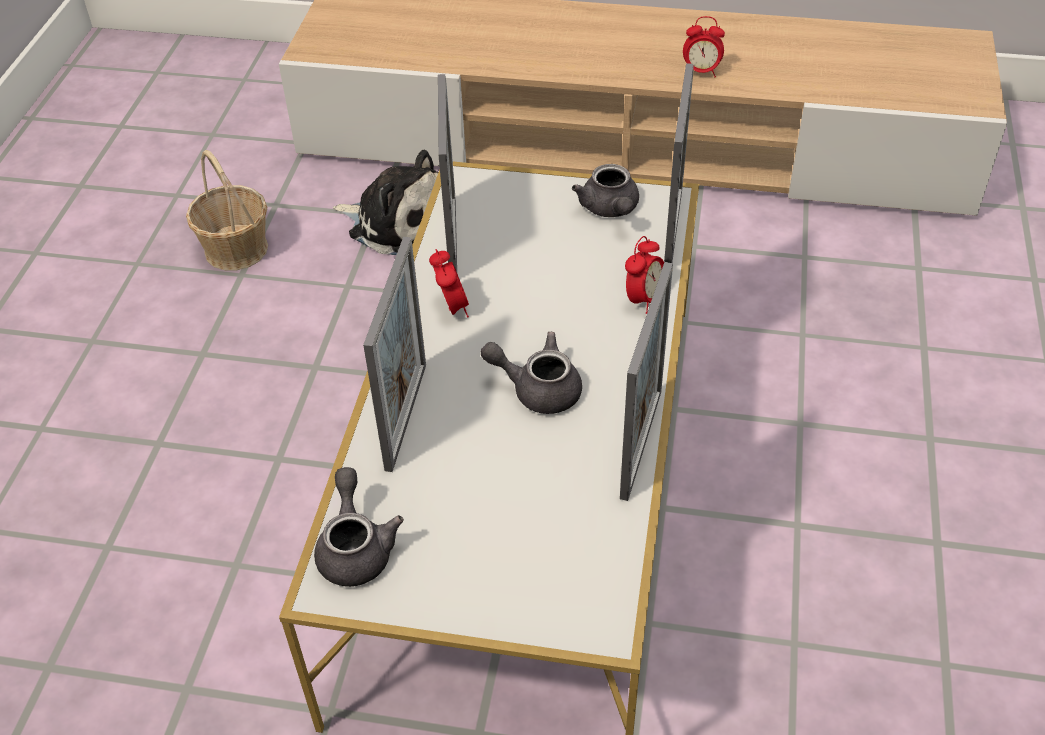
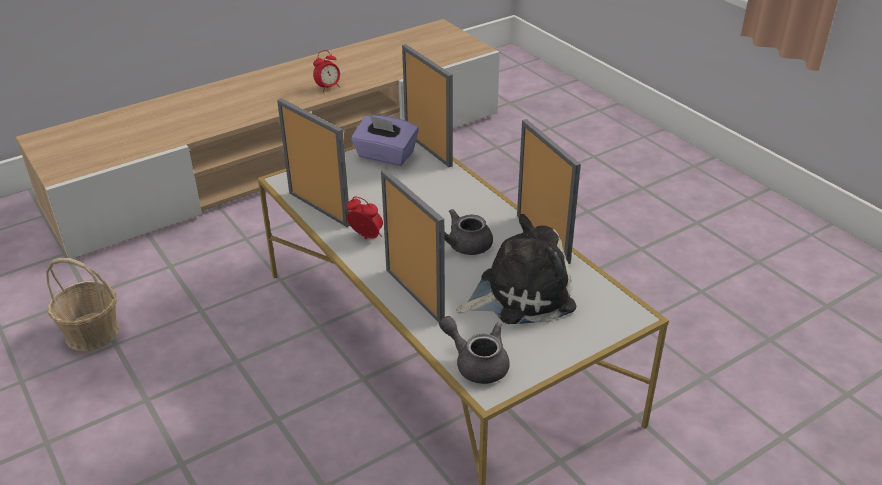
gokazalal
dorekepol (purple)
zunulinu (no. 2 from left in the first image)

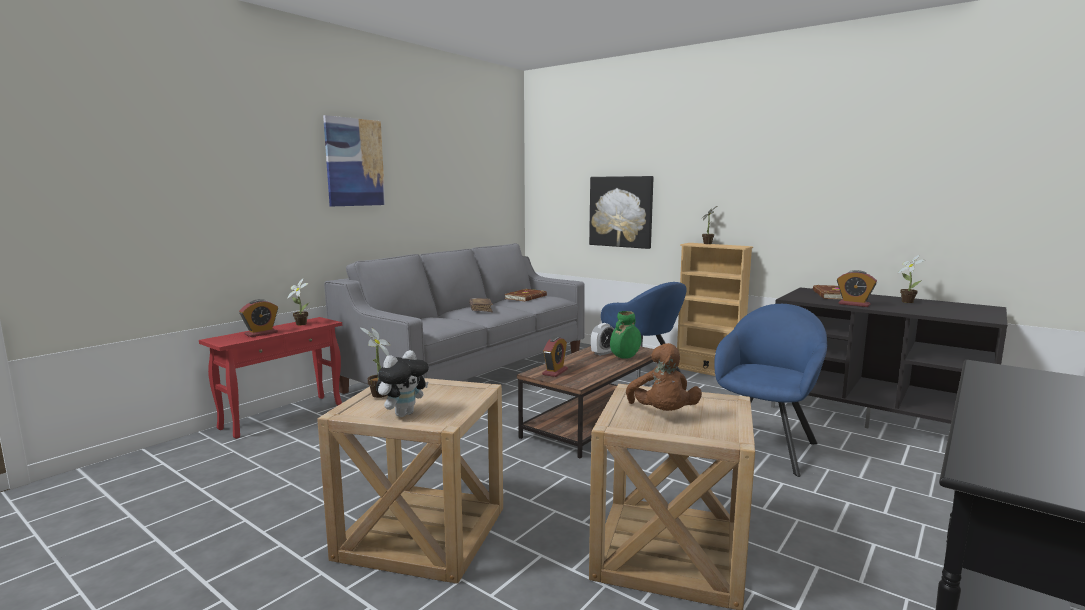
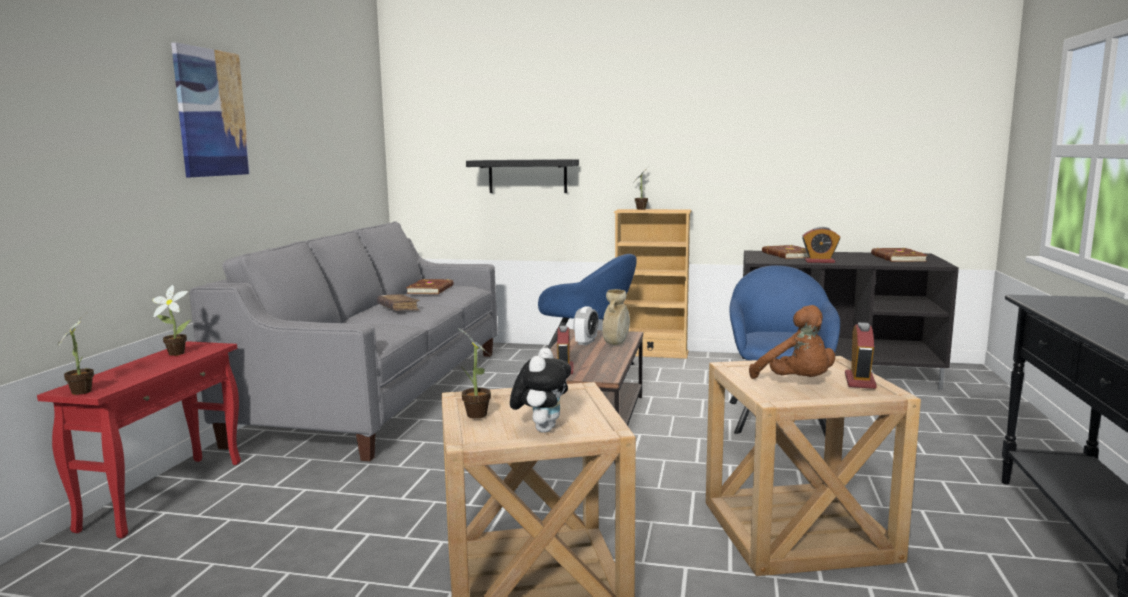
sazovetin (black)
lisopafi (no. 1 from left)
zunulinu (no. 4 from left)
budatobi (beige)
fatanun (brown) (no. 4 from left)

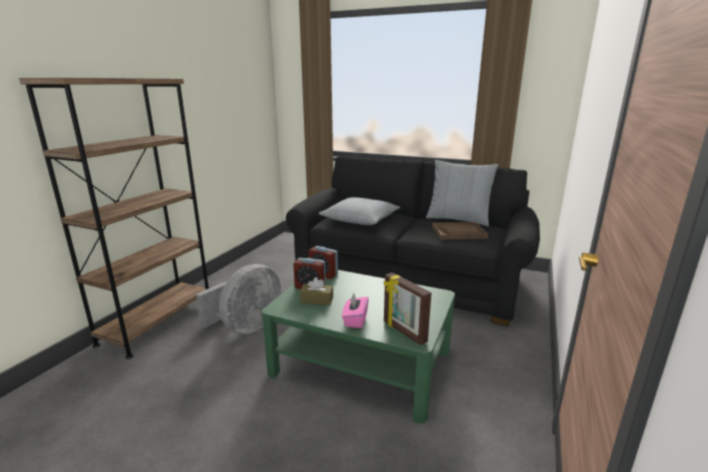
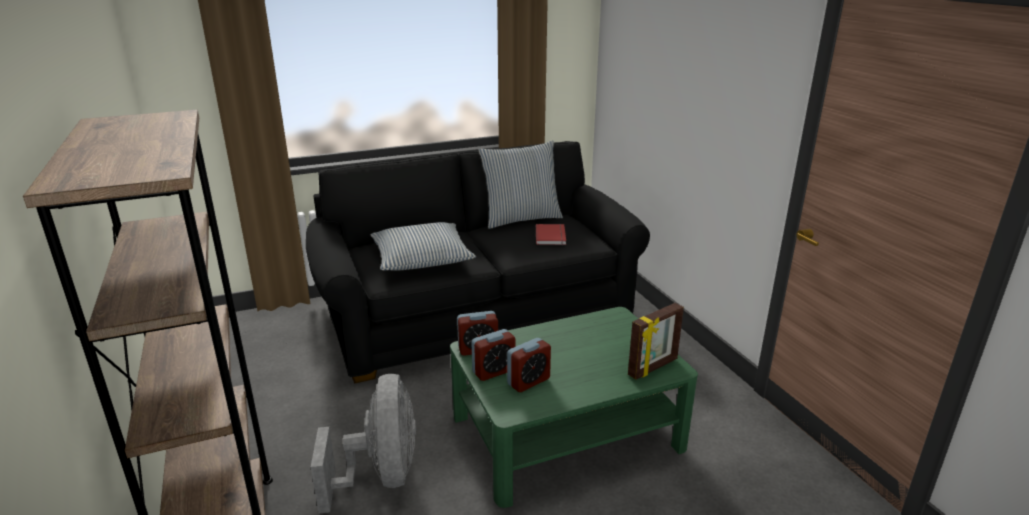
fatanun (red)
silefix
zunulinu (no. 3 from left)
dorekepol (pink)

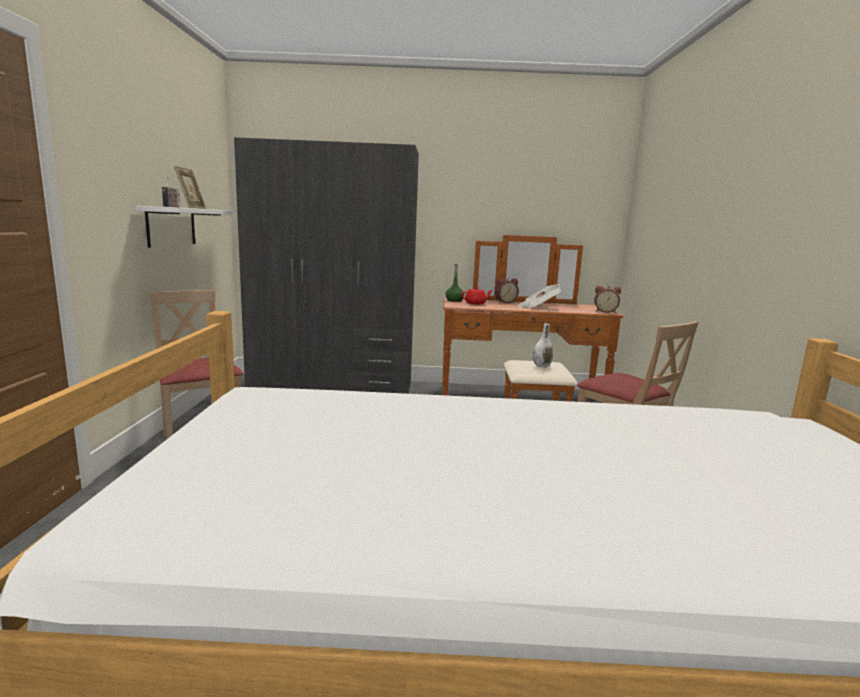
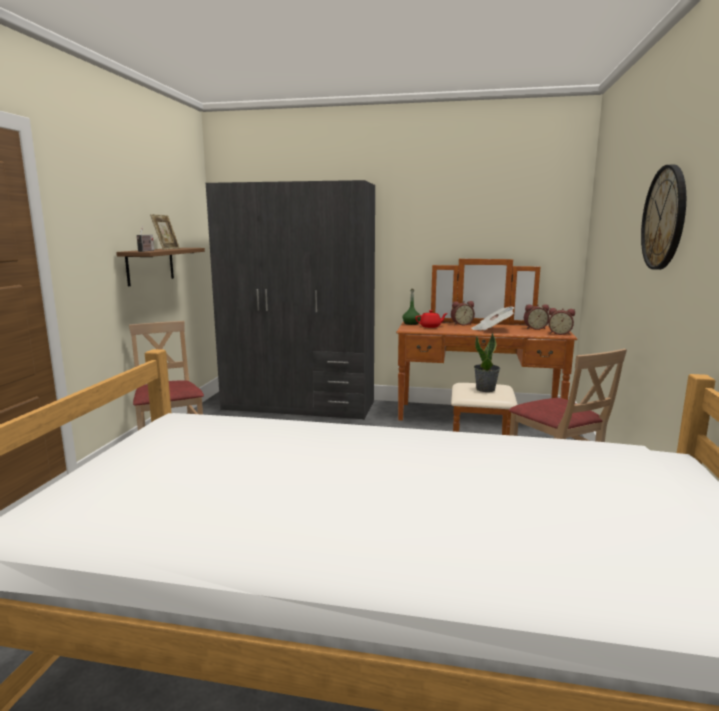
sazovetin (brown)
lisopafi
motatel
zunulinu (no. 2 from left)

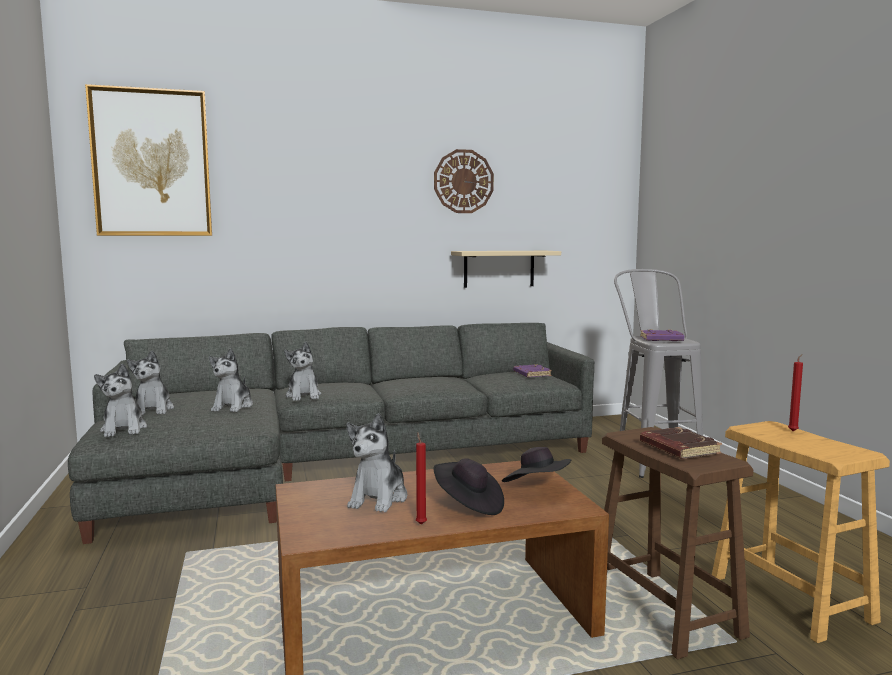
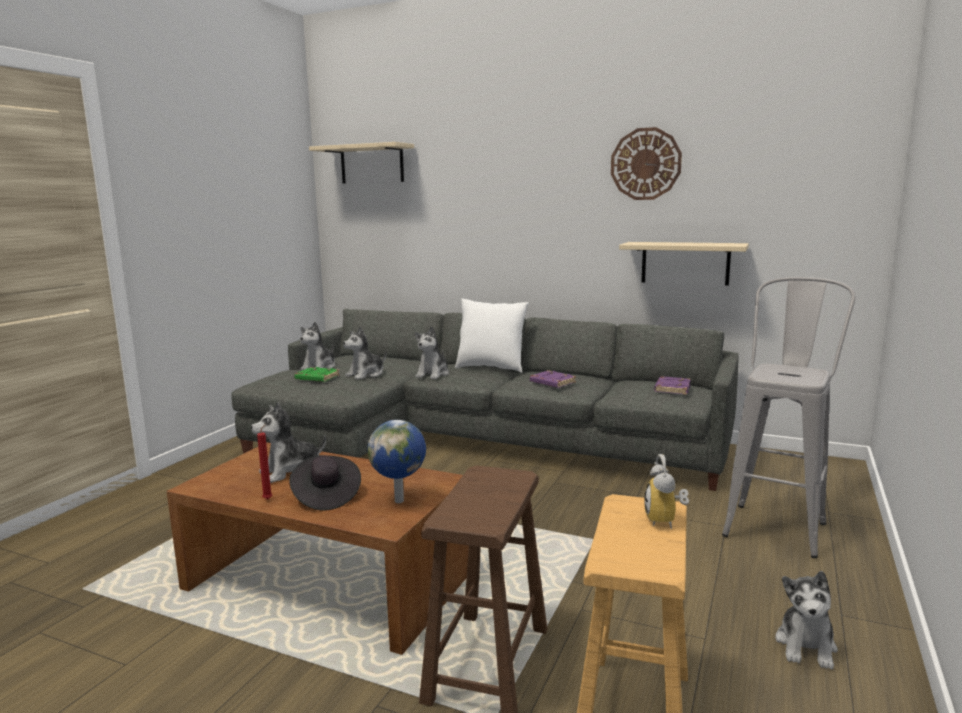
sazovetin (beige) (no. 1 from left)
fatanun (purple) (no. 1 from left)
zunulinu
gokazalal (no. 5 from left)
fatanun (brown)
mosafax
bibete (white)
fatanun (green)

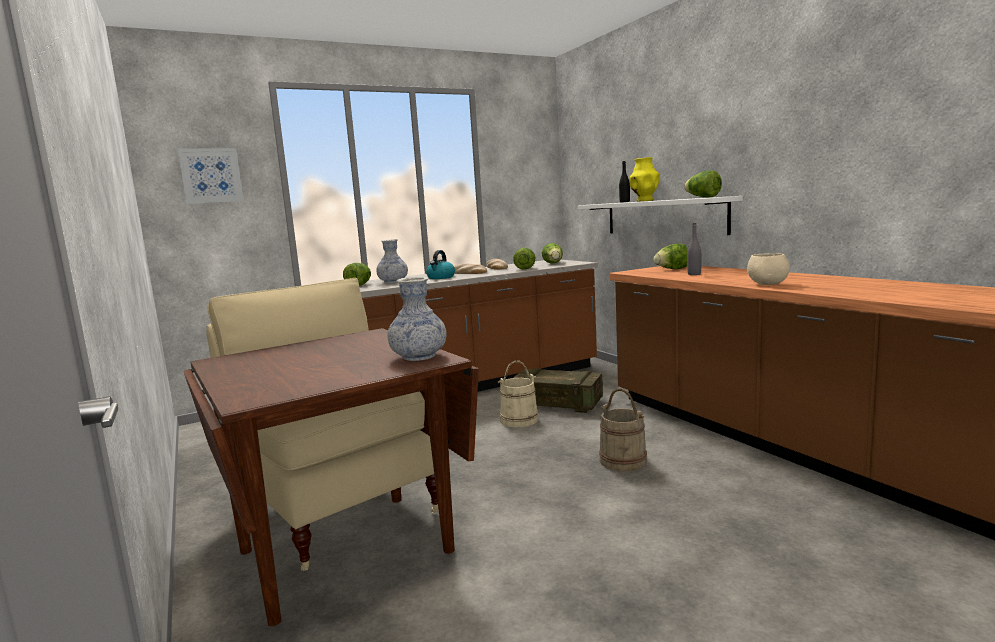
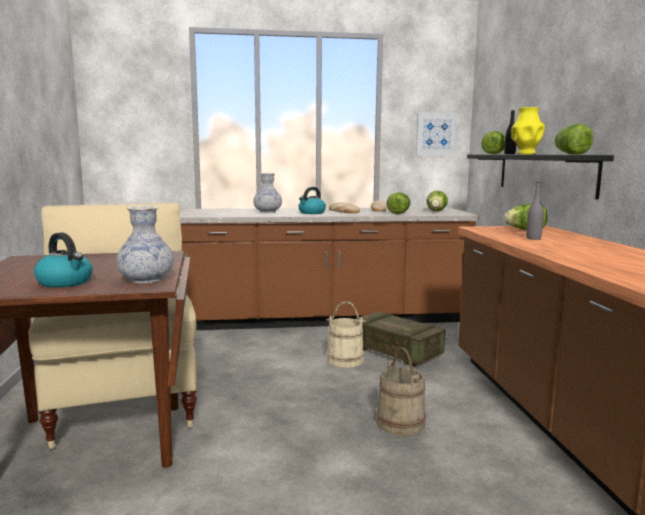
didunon
sazovetin (black)
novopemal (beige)
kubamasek (no. 3 from left)
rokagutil (no. 1 from left)

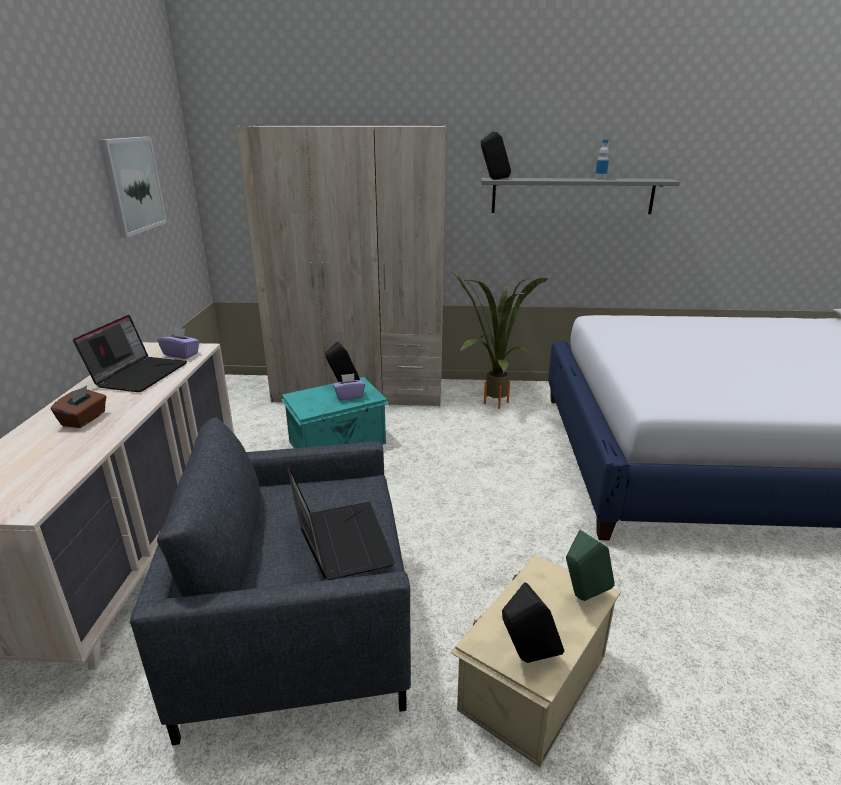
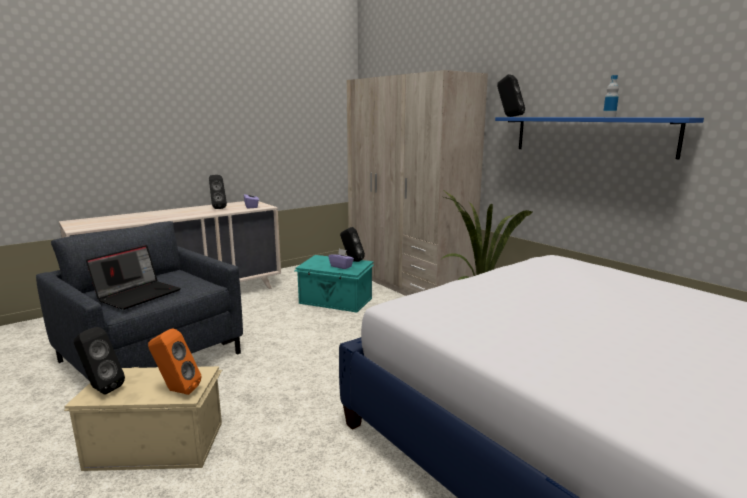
didunon
sazovetin (blue)
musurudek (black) (no. 2 from left)
dorekepol (brown)
musurudek (orange)

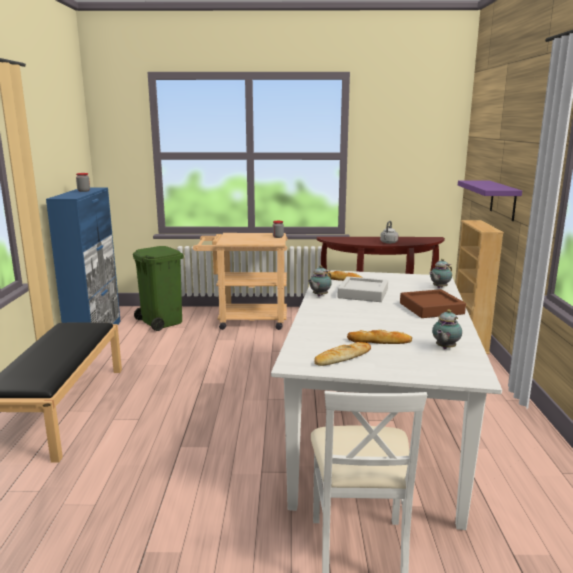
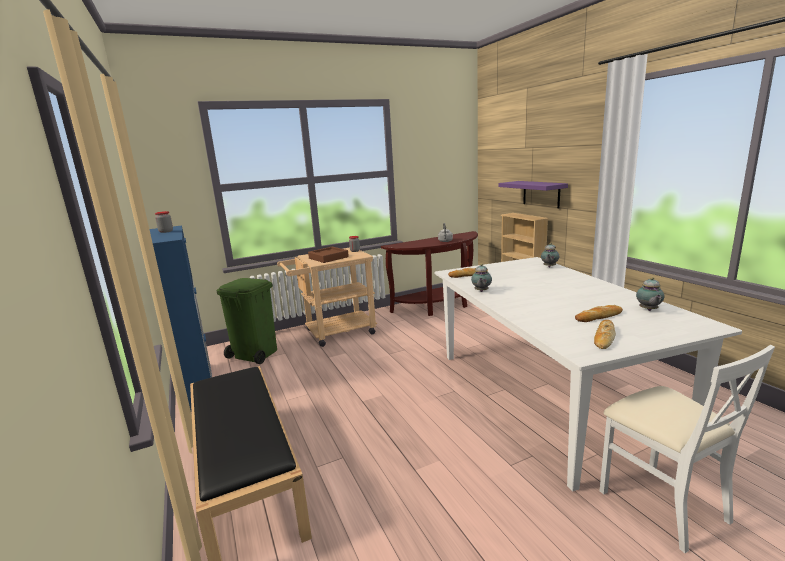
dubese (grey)
dubese (brown)

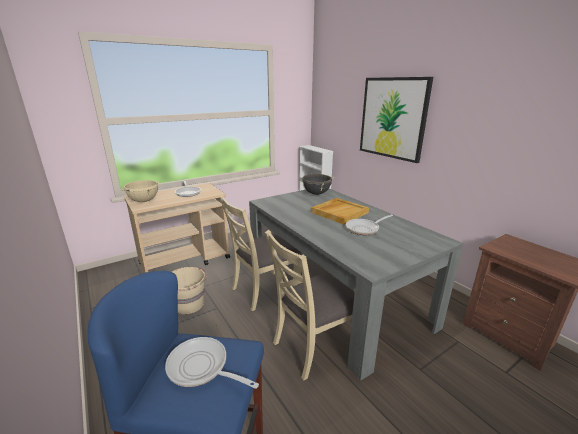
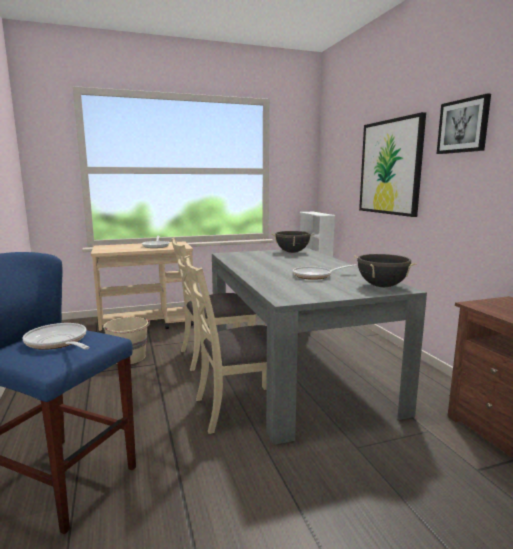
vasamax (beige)
dubese (beige)
didunon (no. 2 from left)
vasamax (black) (no. 2 from left)

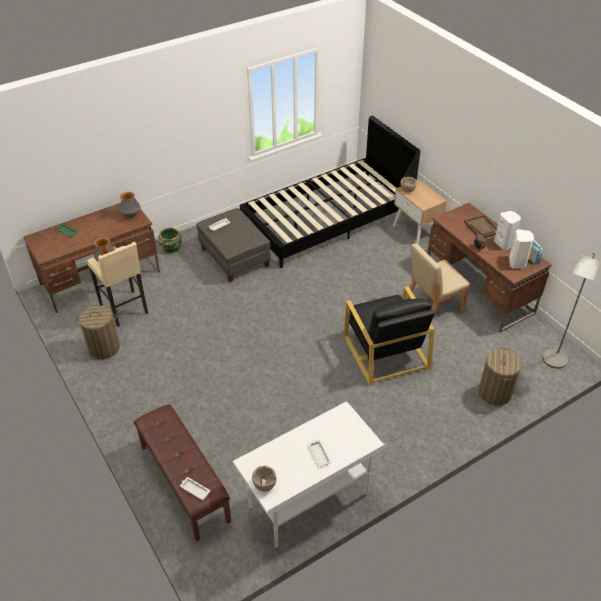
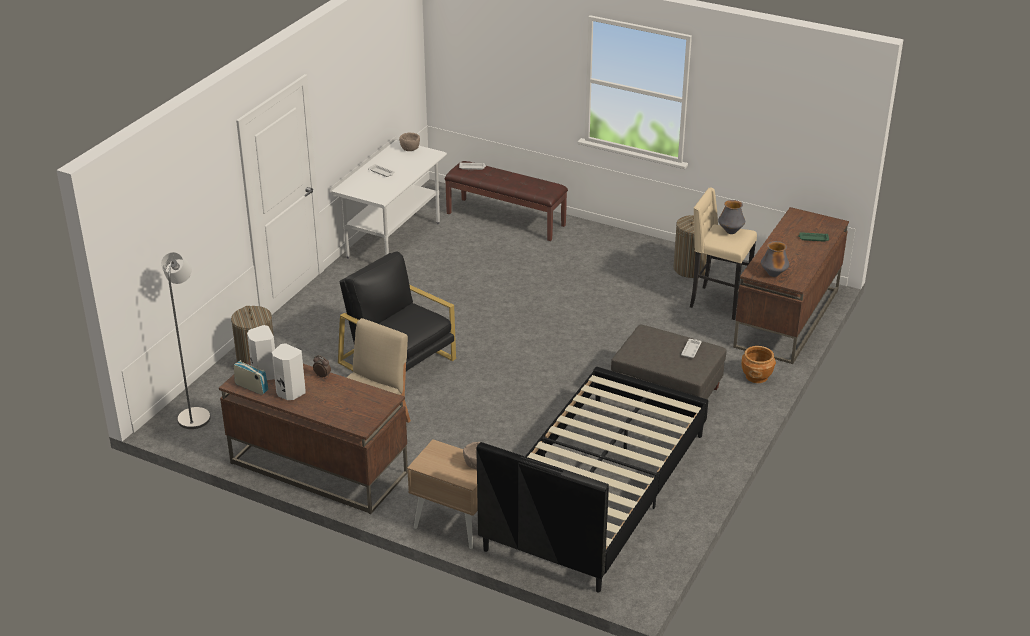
dubese (brown)
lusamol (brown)

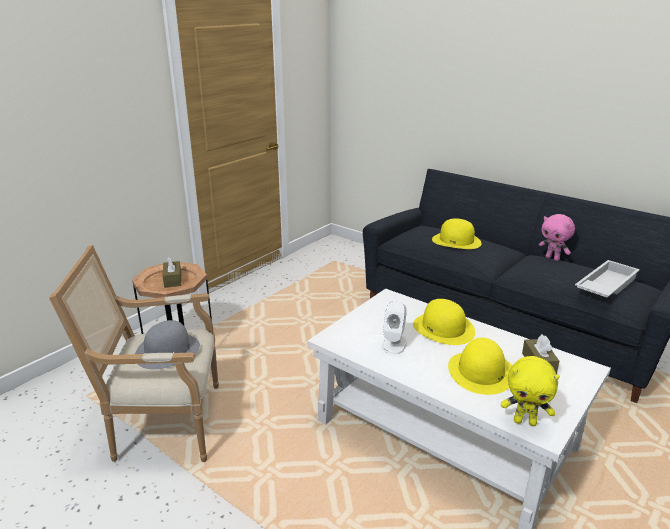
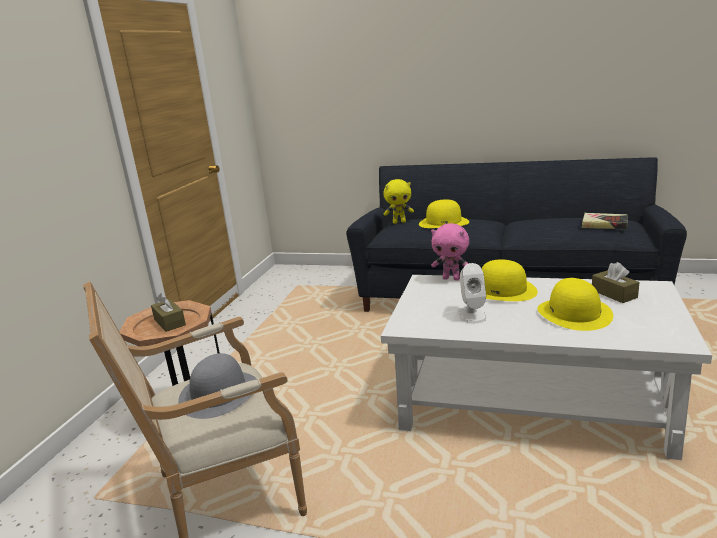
gokazalal (pink)
fatanun
gokazalal (yellow)

